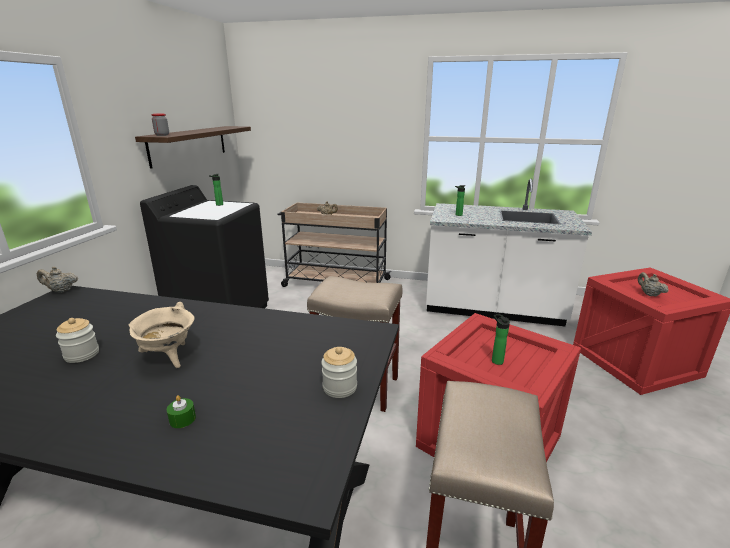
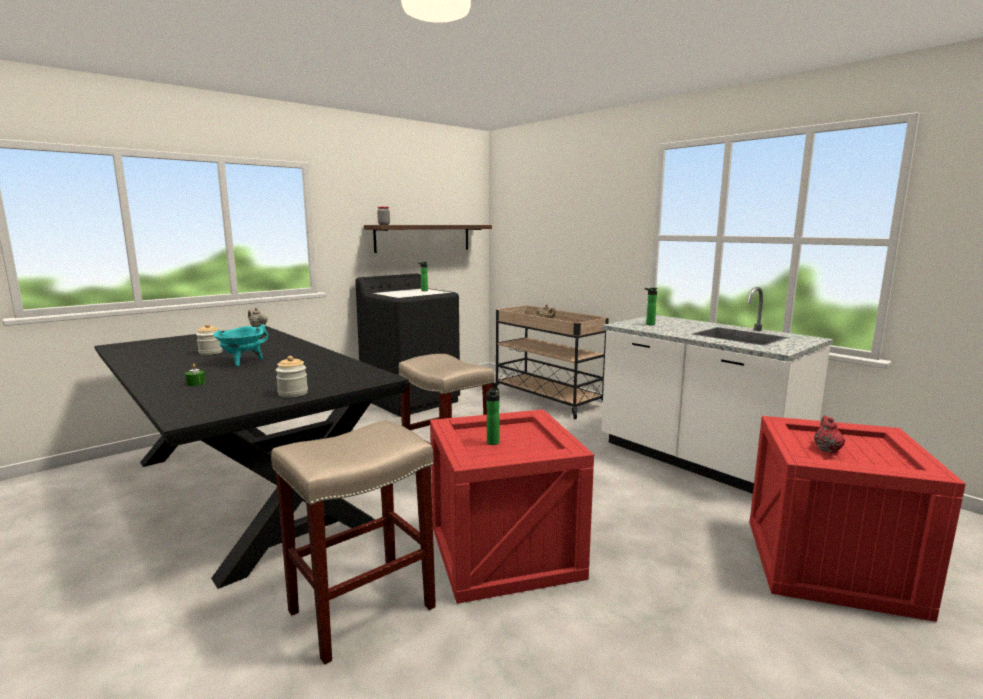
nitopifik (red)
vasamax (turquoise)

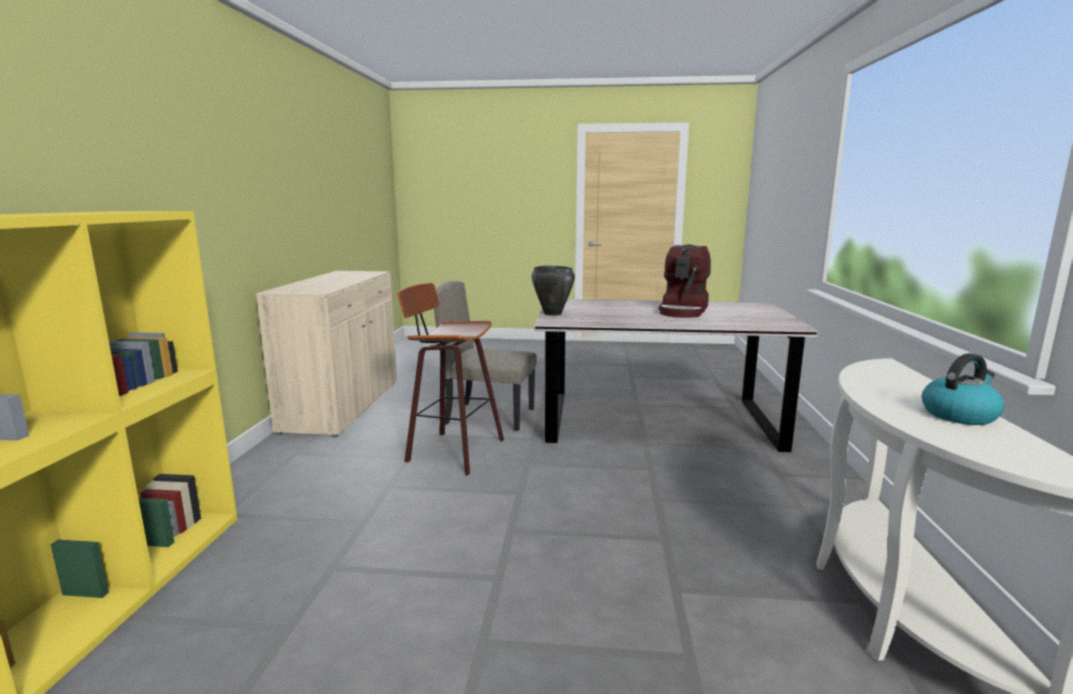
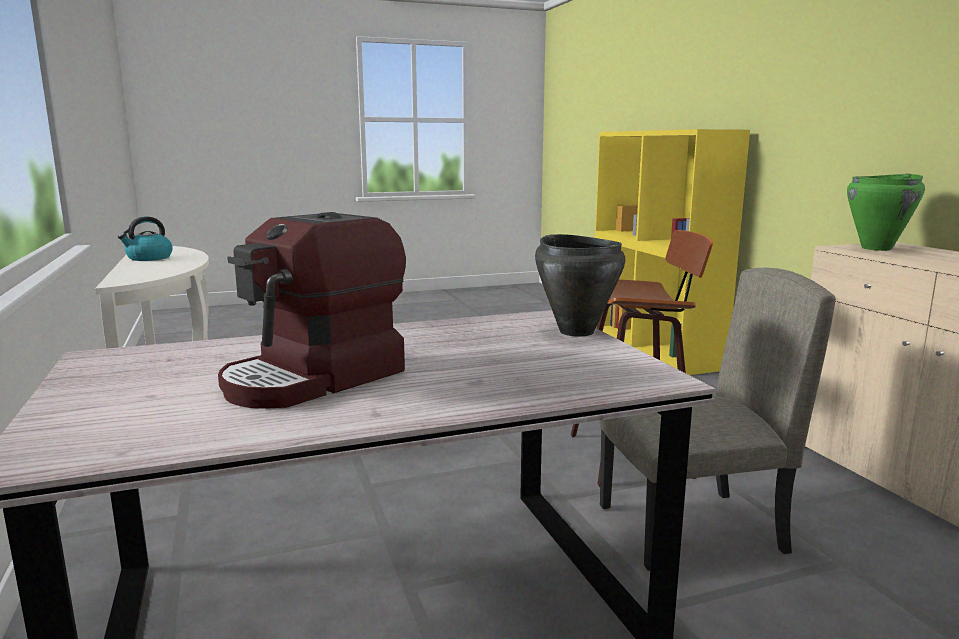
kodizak
vasamax (green)

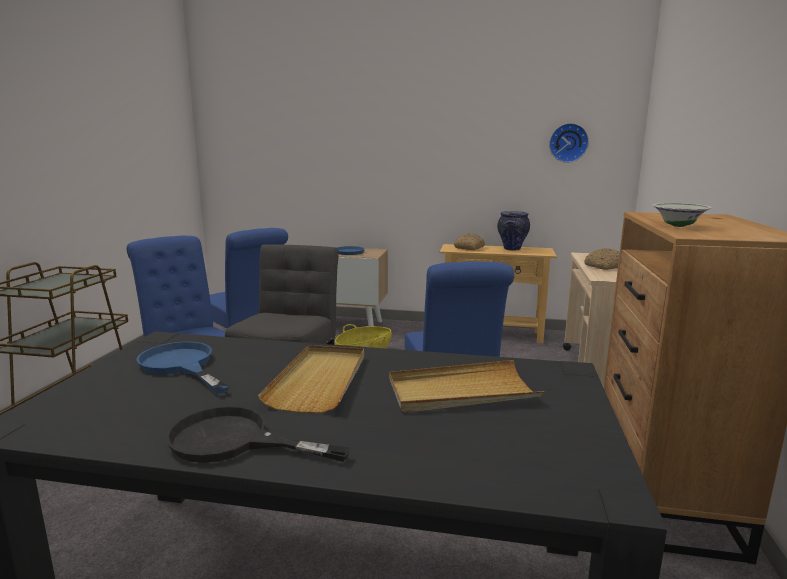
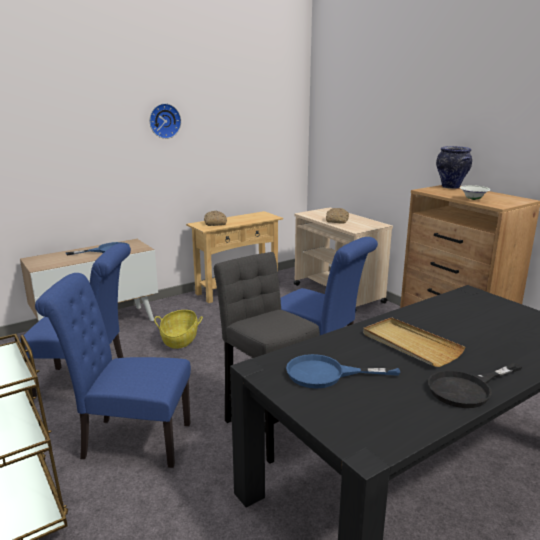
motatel
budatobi
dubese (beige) (no. 2 from left in the first image)

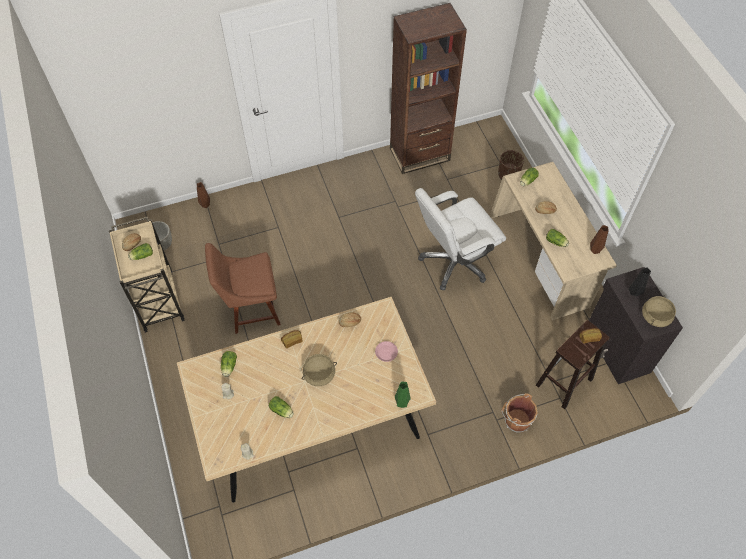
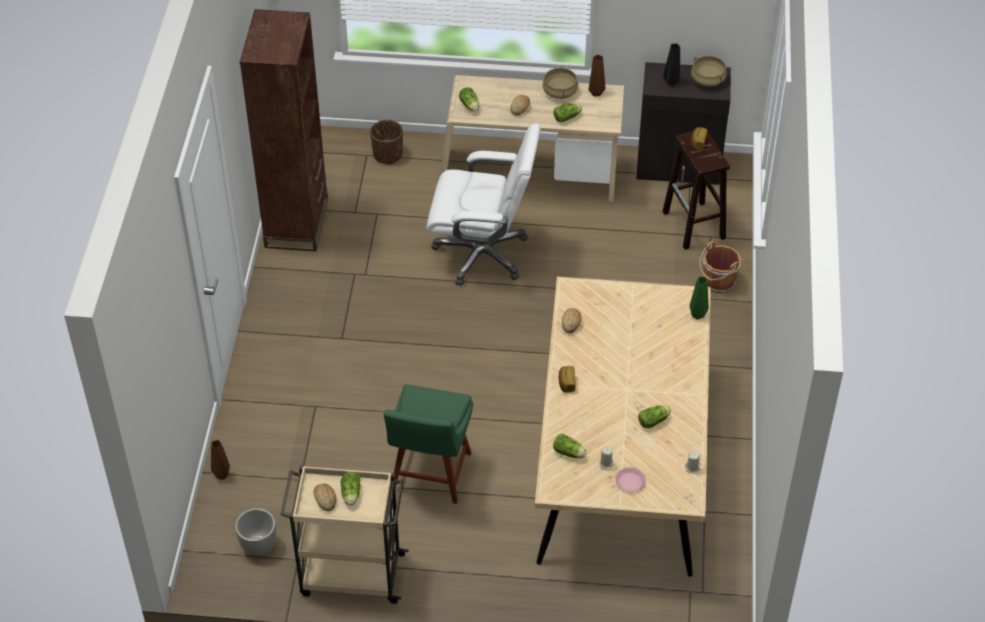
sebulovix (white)
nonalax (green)
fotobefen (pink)
vasamax (beige) (no. 1 from left)

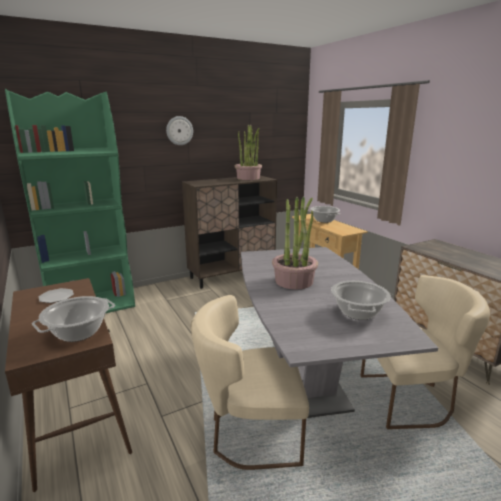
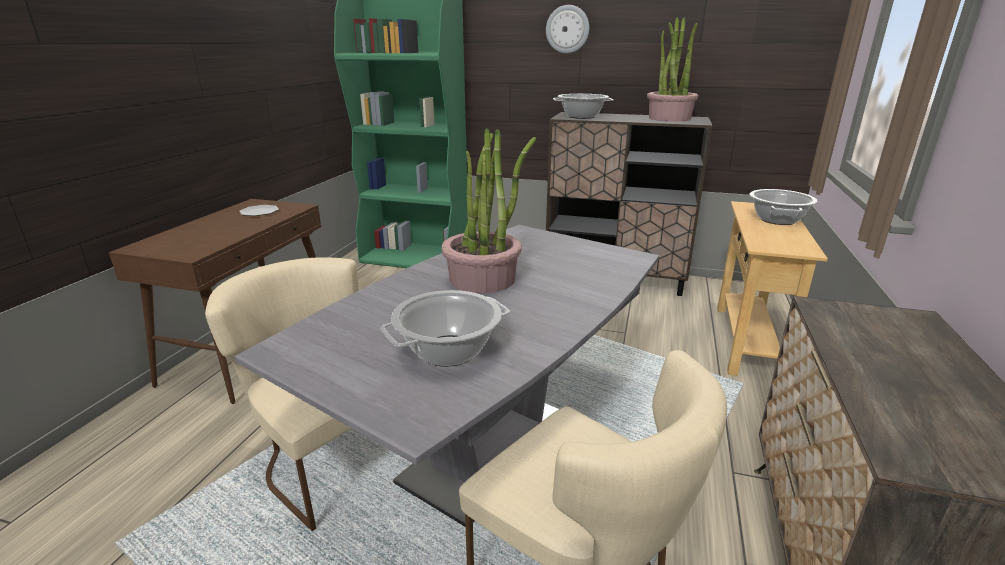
vasamax (no. 2 from left)

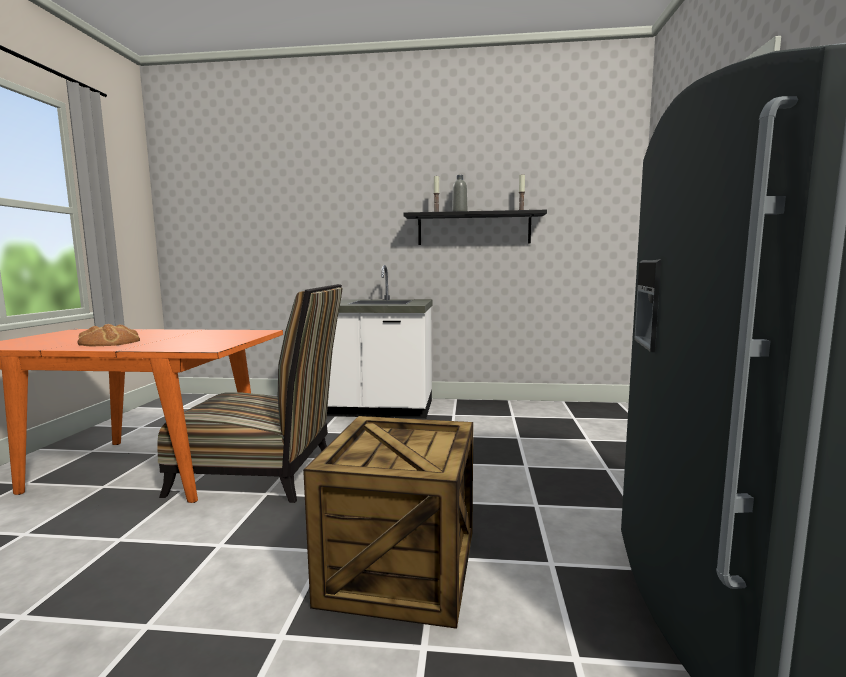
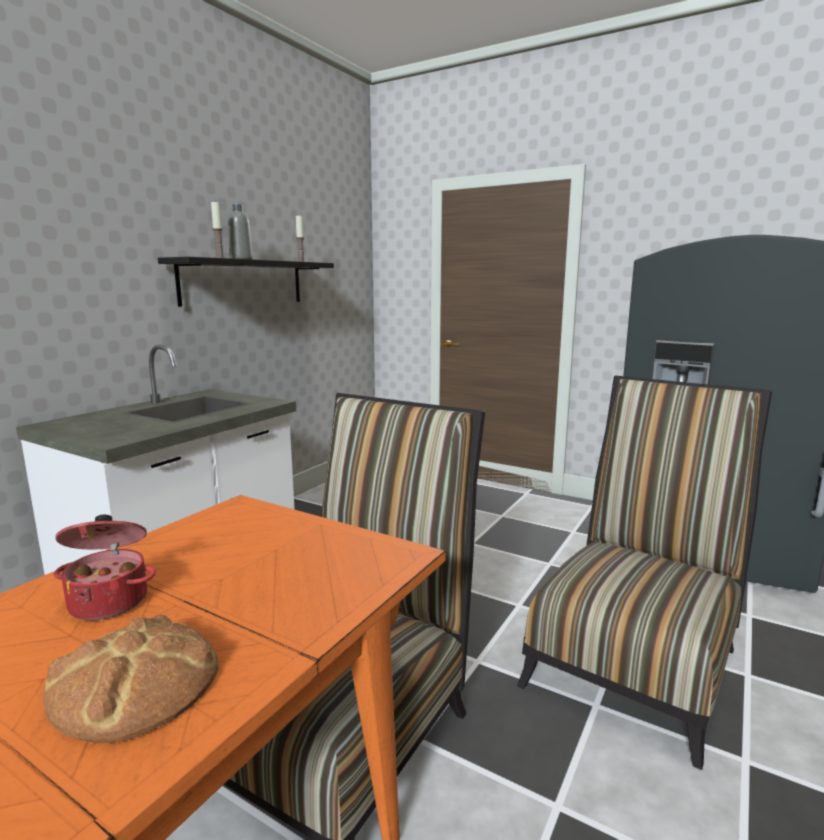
nonalax (no. 2 from left)
vasamax

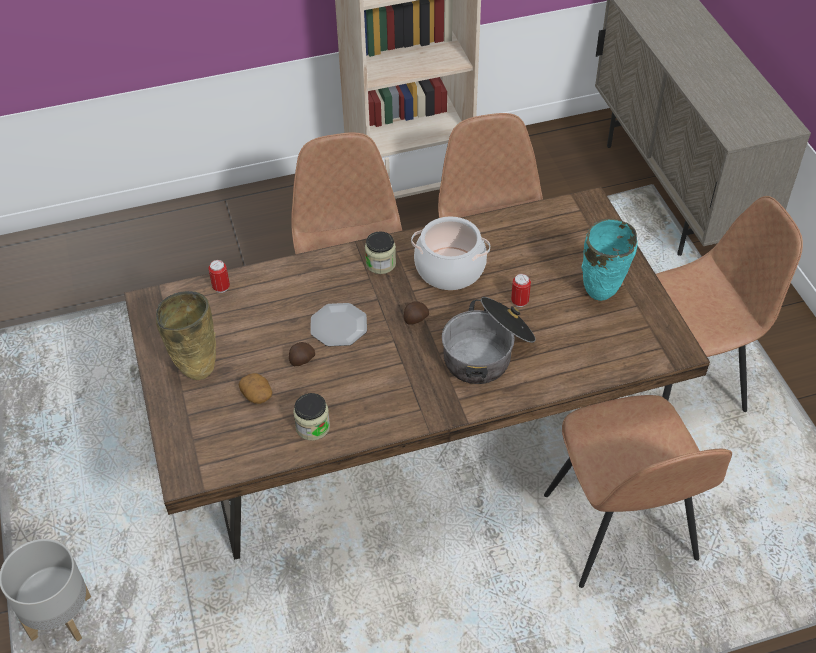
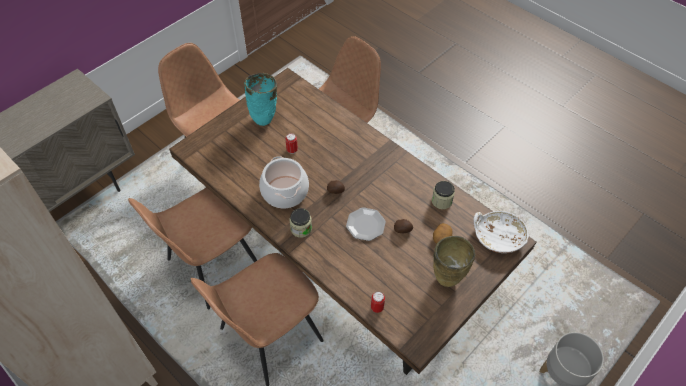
vasamax (no. 2 from left in the first image)
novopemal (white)

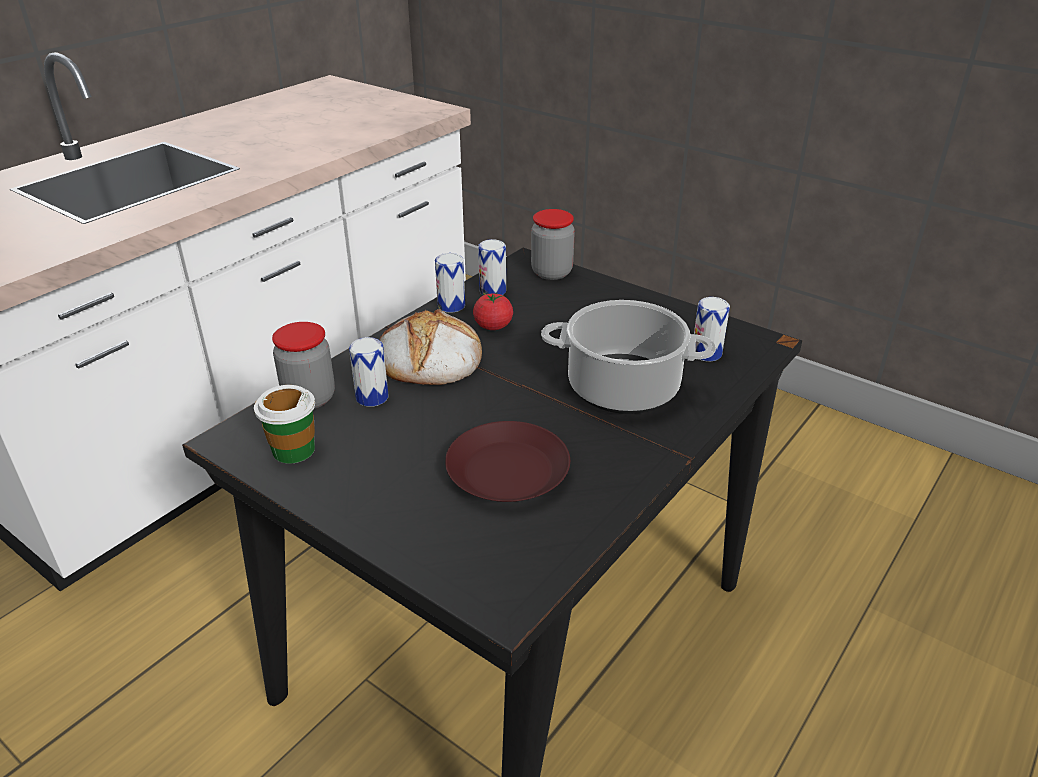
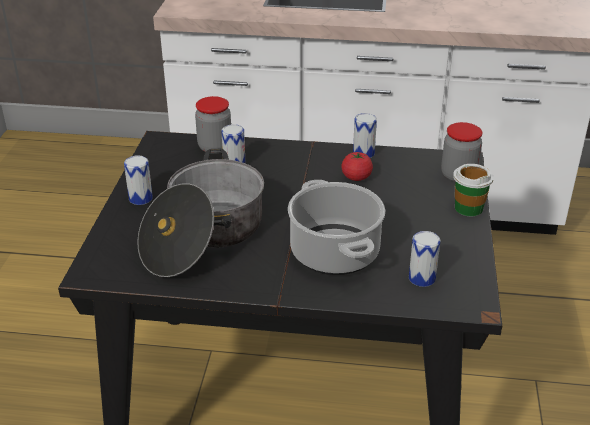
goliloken (no. 1 from left)
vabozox
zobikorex
vasamax (no. 1 from left)

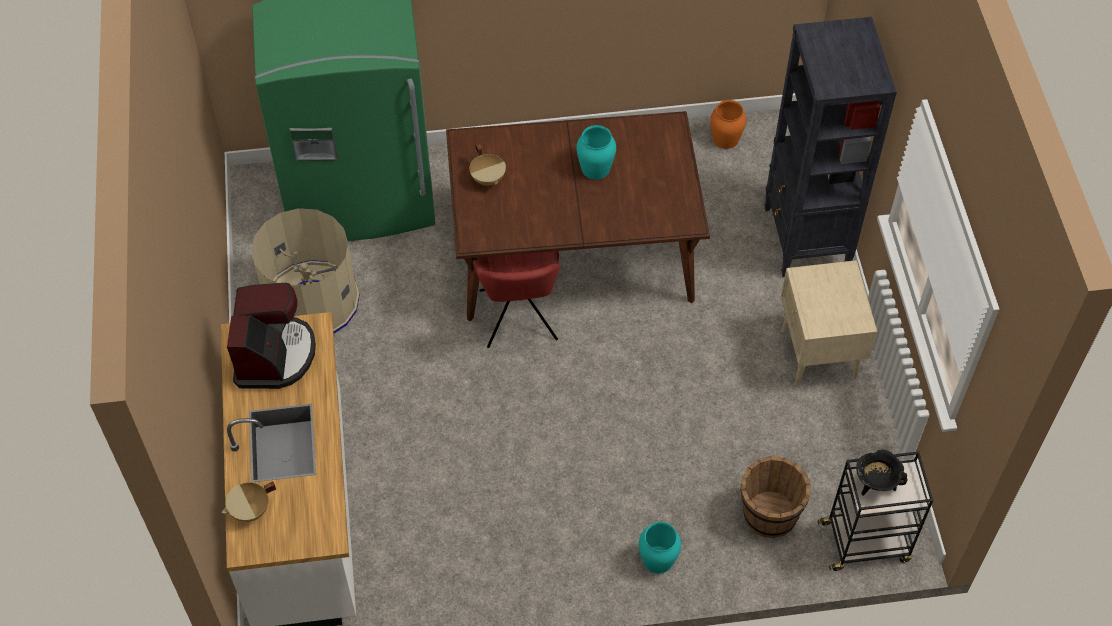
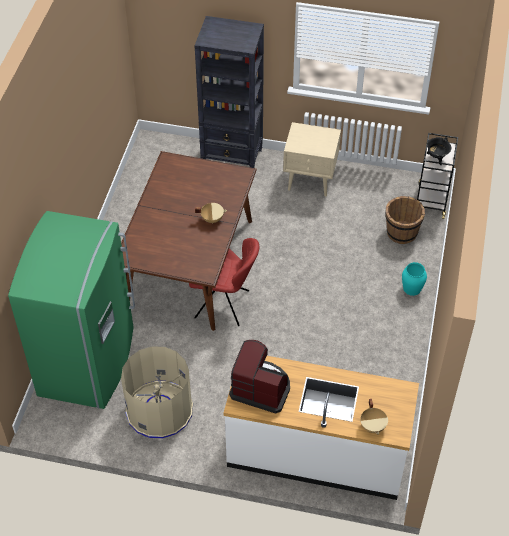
budatobi (orange)
budatobi (turquoise) (no. 1 from left in the first image)
vasamax (beige) (no. 1 from left)

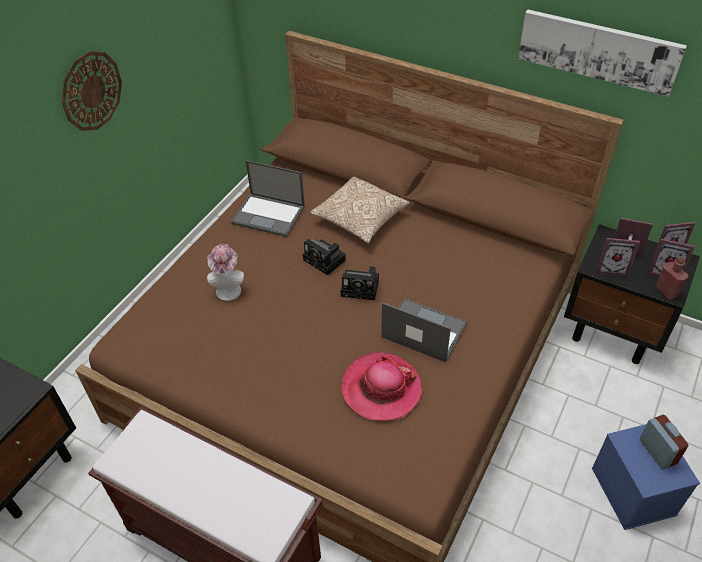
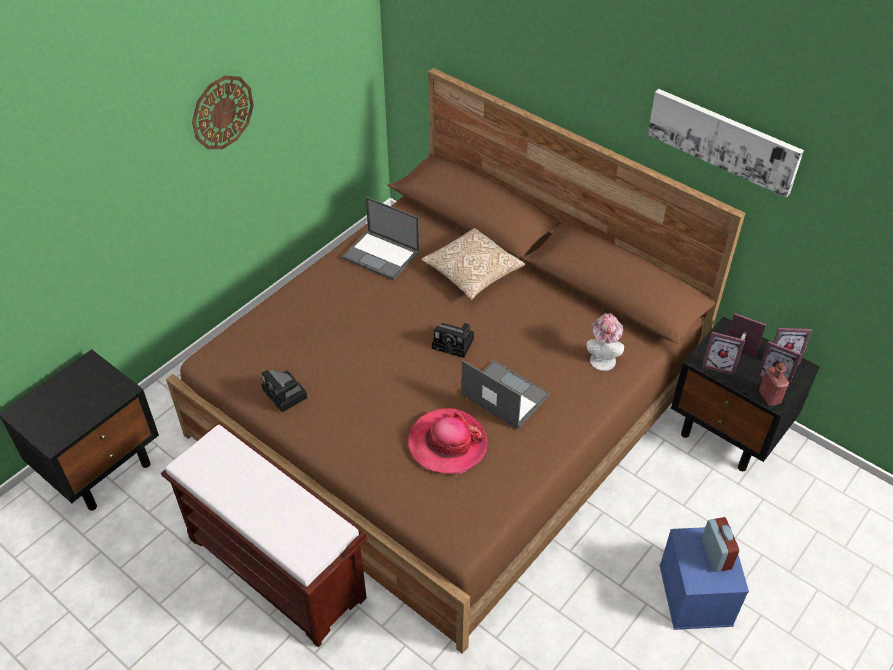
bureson (no. 1 from left)
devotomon (no. 2 from left)

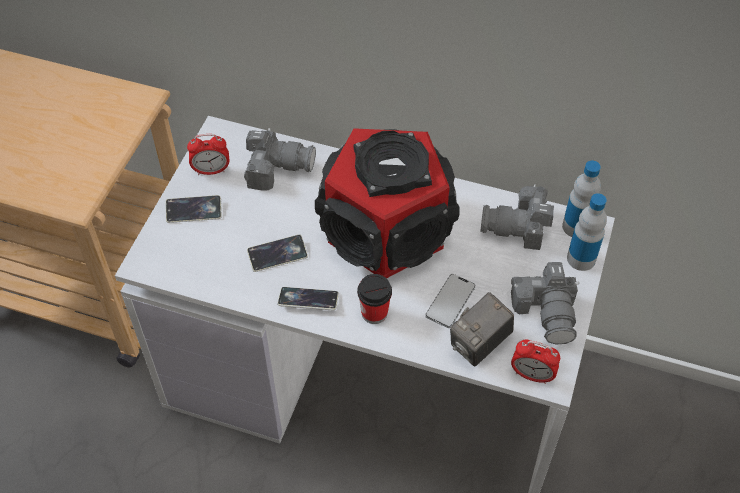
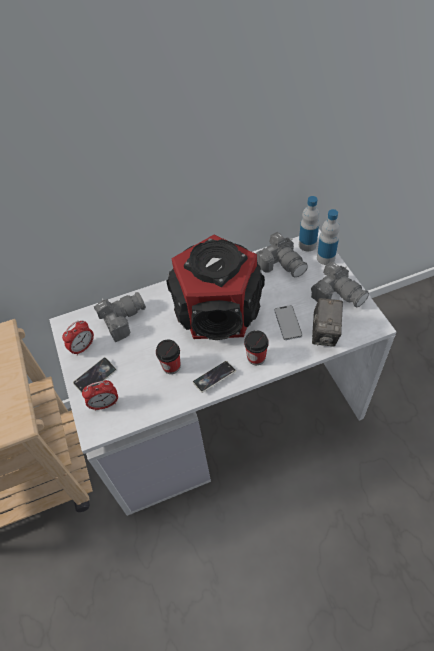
bureson (no. 2 from left)
zobikorex (no. 1 from left)
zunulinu (no. 2 from left)

